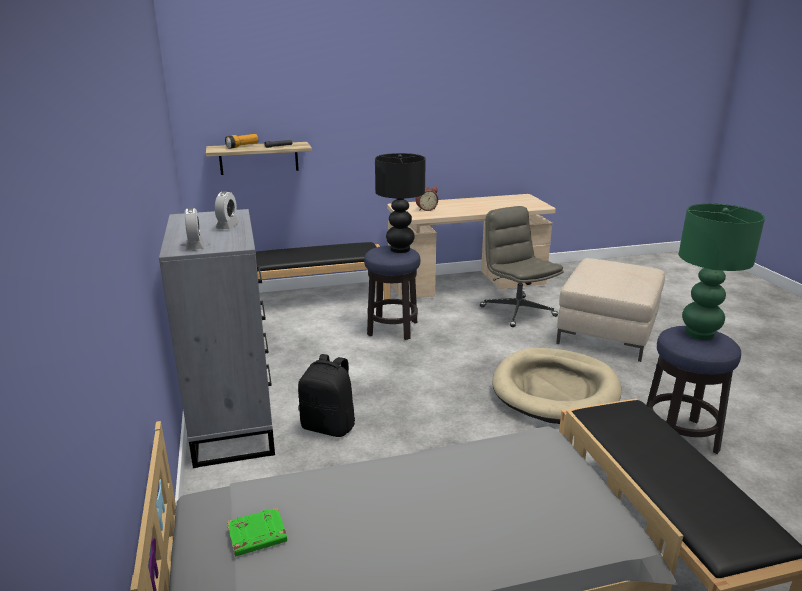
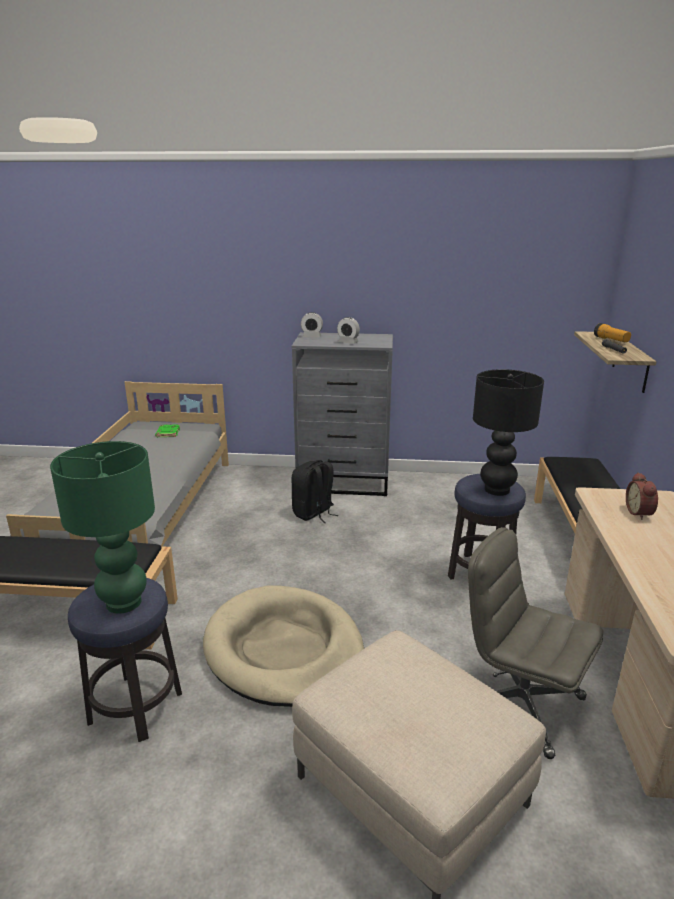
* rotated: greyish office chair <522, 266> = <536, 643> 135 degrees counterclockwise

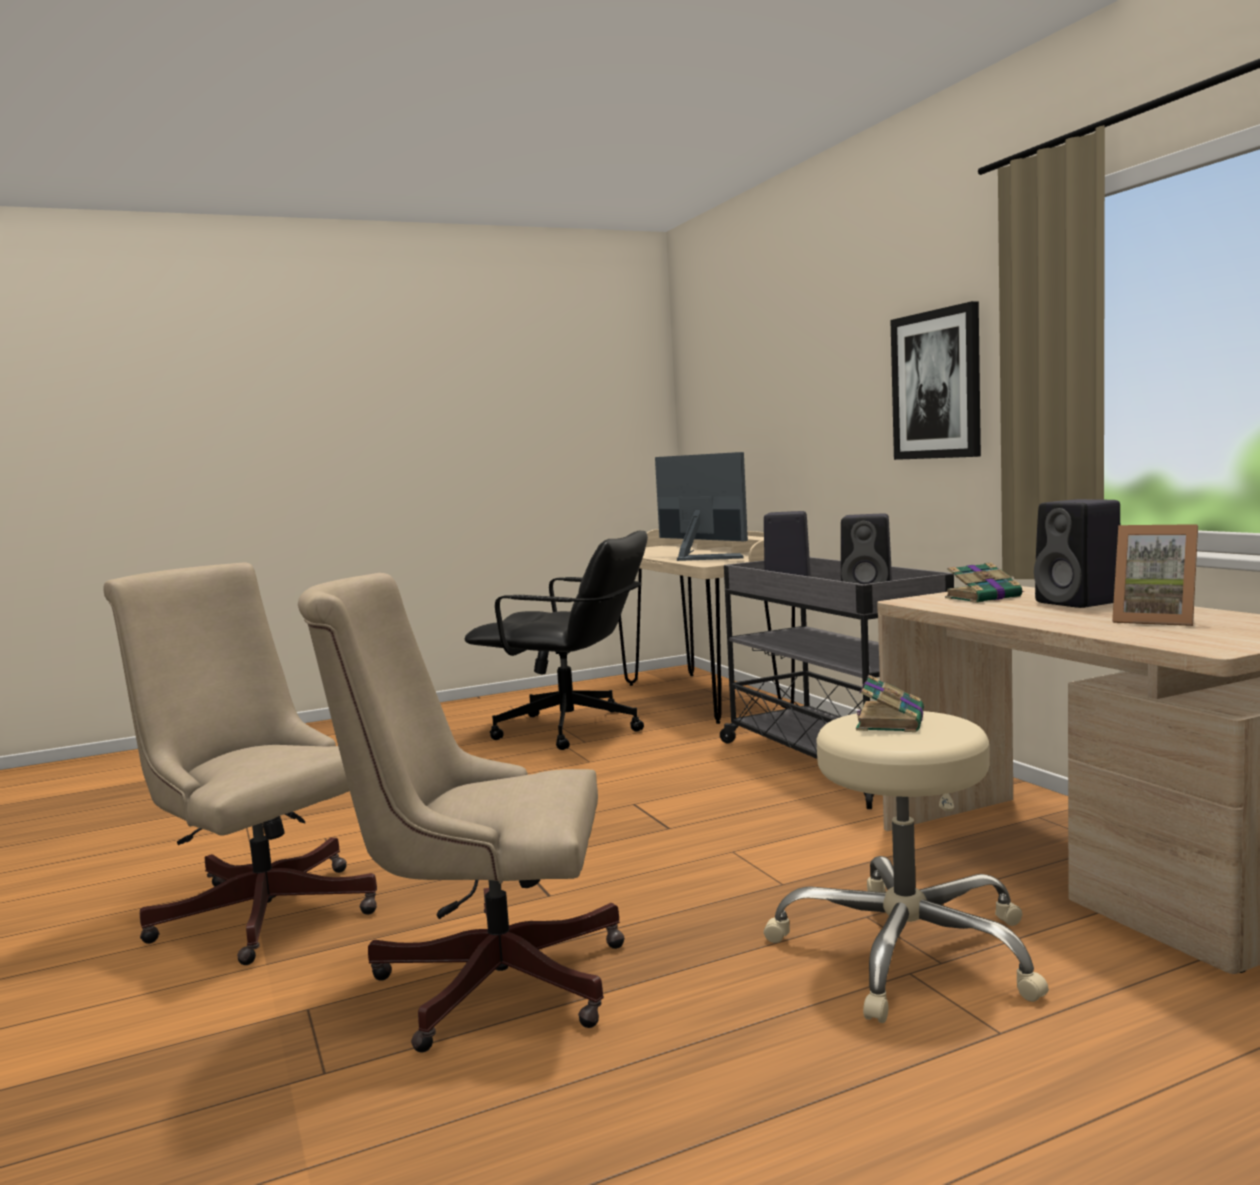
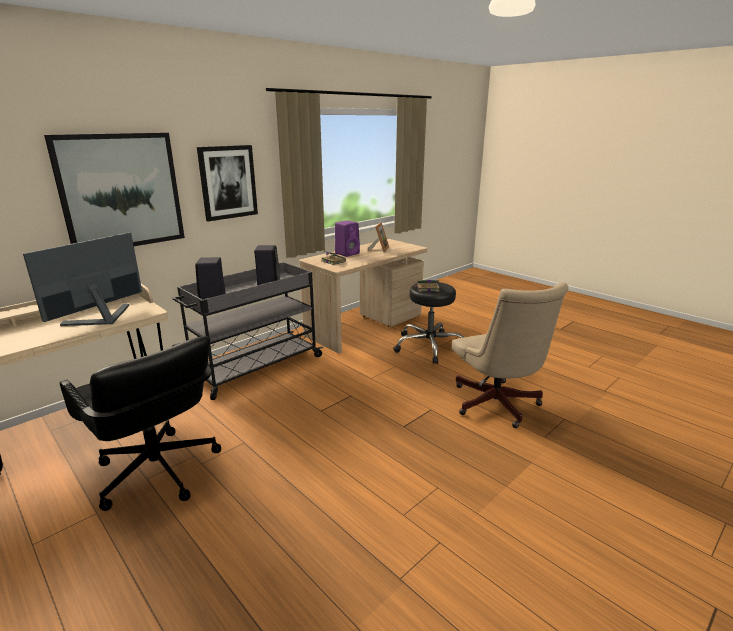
* repainted: black-coloured speaker <1077, 553> to purple-coloured speaker <347, 238>
* rotated: black-coloured office chair <556, 640> = <140, 423> 135 degrees clockwise
* gone: beige office chair <240, 763>
* repainted: beige stool seat <906, 867> to black-coloured stool seat <428, 323>
* new: picture <114, 189>

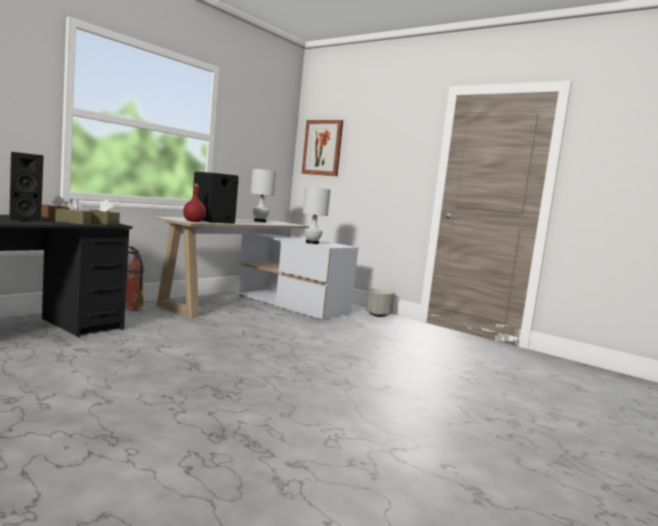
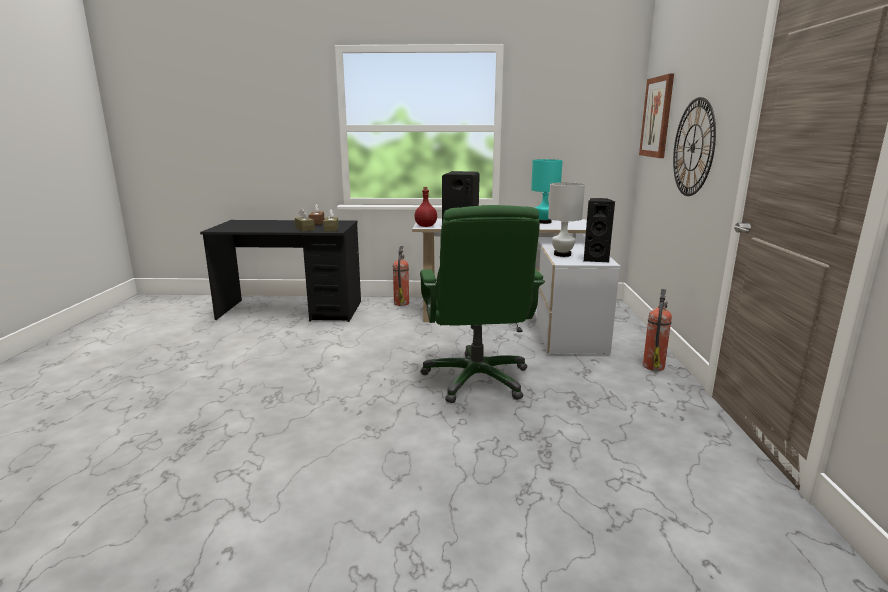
* shifted: black-coloured speaker <26, 186> to <599, 230>
* repainted: white lamp for a table <264, 195> to turquoise-coloured lamp for a table <547, 191>
* swapped: greyish plant pot <380, 302> to fire extinguisher <657, 330>
* new: clock on the wall <694, 146>
* new: green office chair <482, 304>

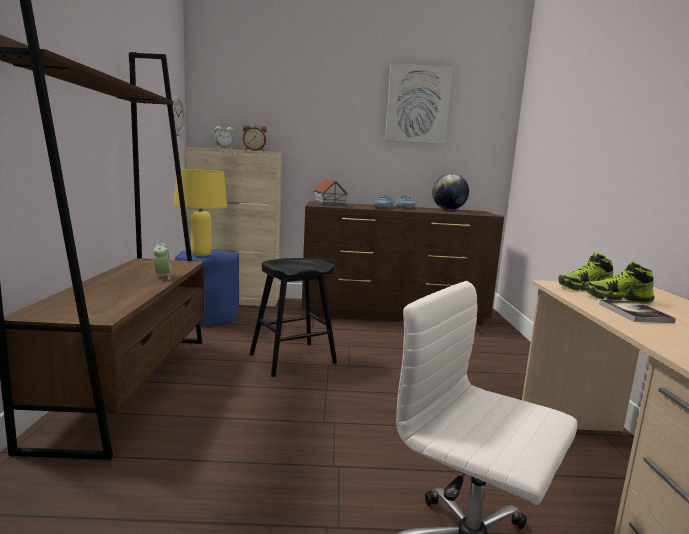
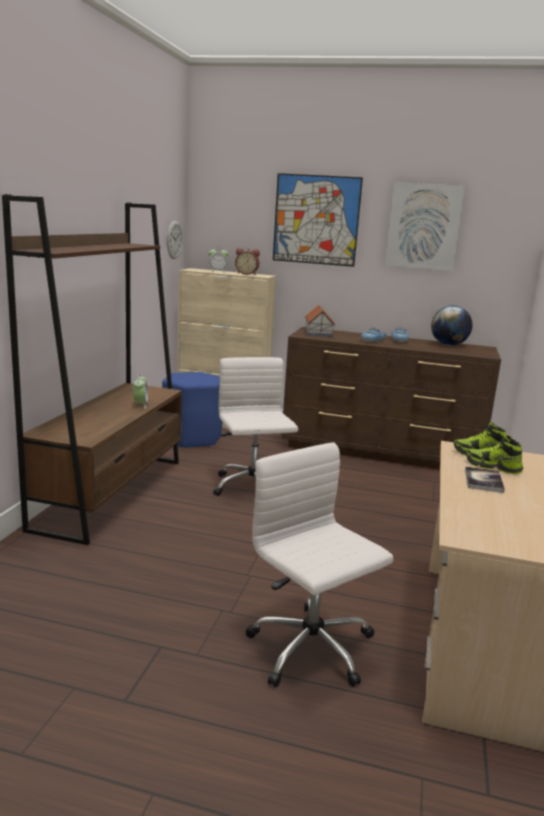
* gone: yellowish lamp for a table <200, 212>
* swapped: black-coloured stool seat <293, 317> to white office chair <255, 426>
* new: picture <318, 220>

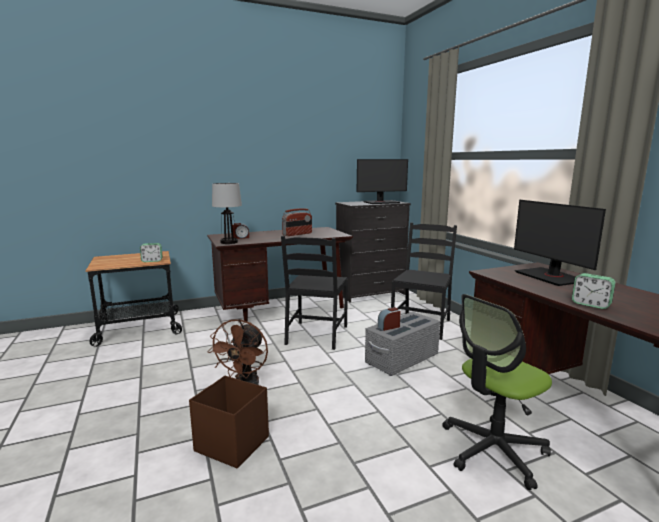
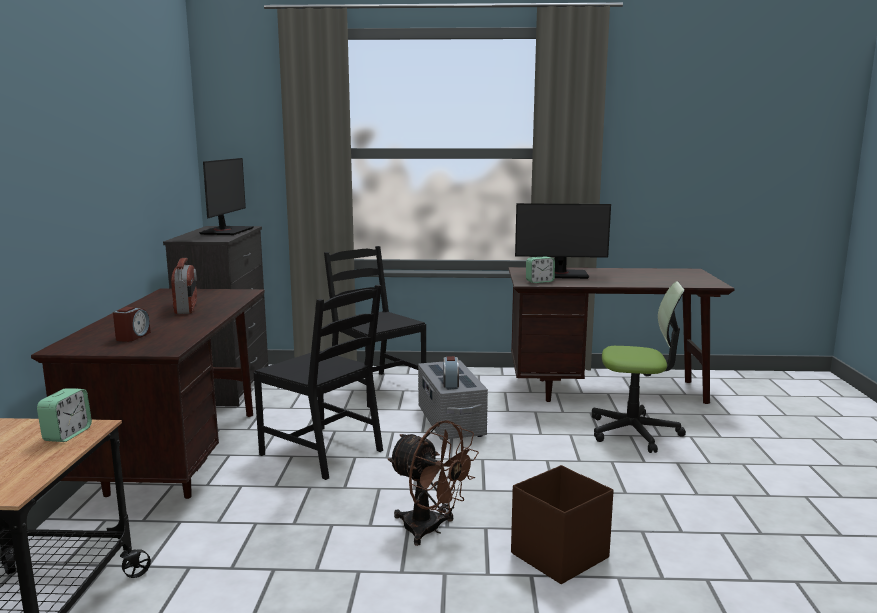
* gone: lamp for a table <227, 213>
* shifted: bedside clock <594, 291> to <540, 269>
* rotated: office chair <497, 392> = <639, 367> 75 degrees counterclockwise

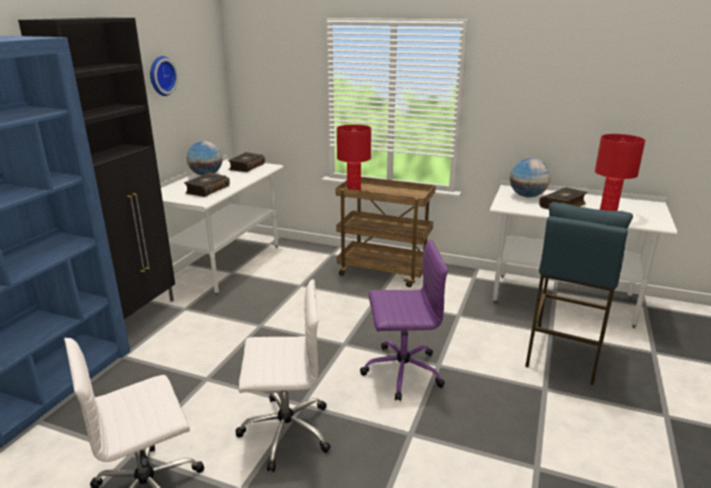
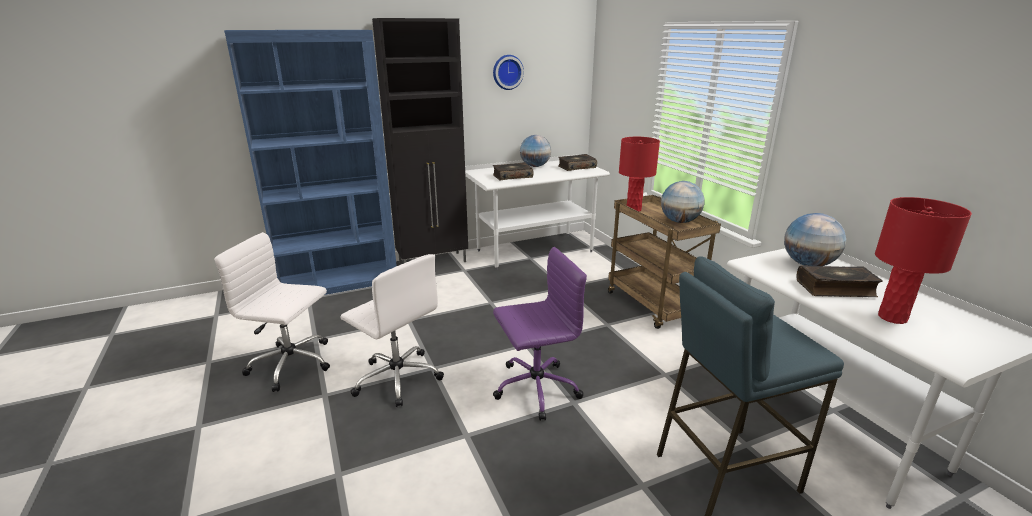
* rotated: purple-coloured office chair <404, 320> = <540, 334> 60 degrees counterclockwise
* new: globe <683, 202>

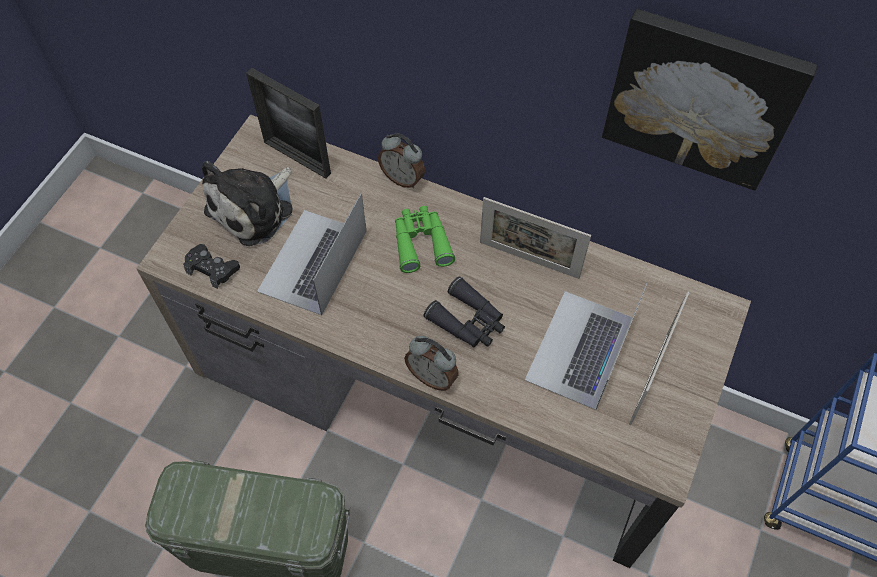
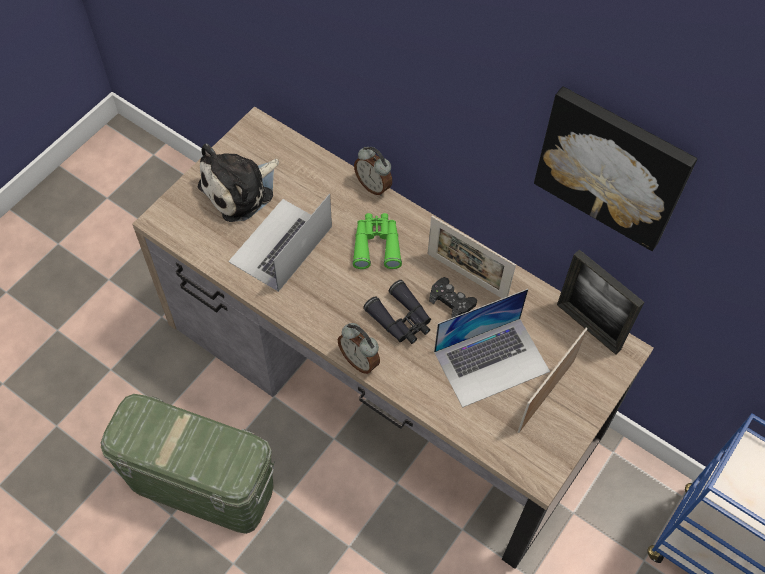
* shifted: picture frame <288, 123> to <600, 302>
* shifted: black-coloured joypad <211, 266> to <453, 297>
* rotated: portable computer <586, 346> = <492, 348> 150 degrees counterclockwise

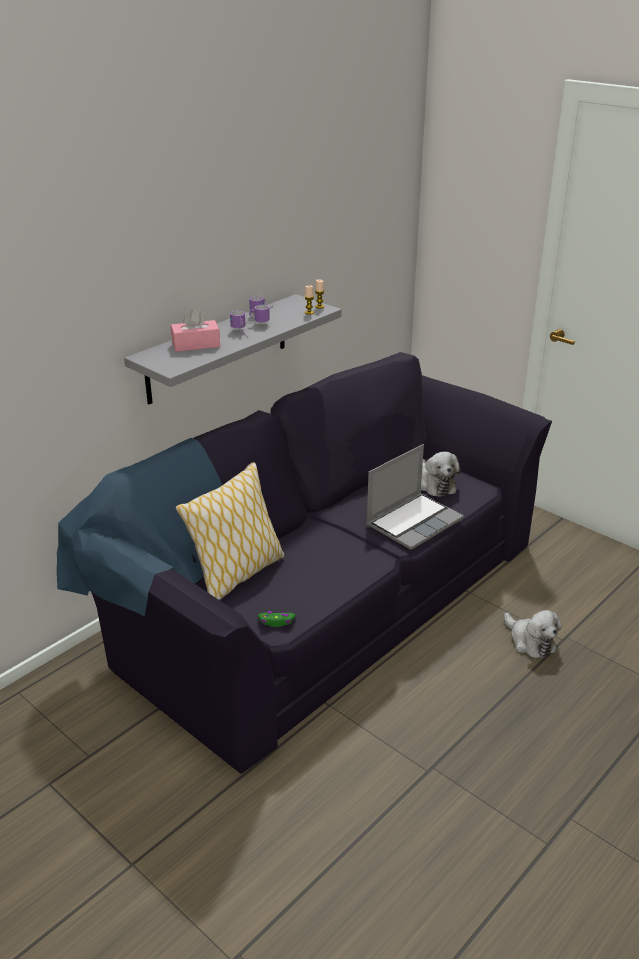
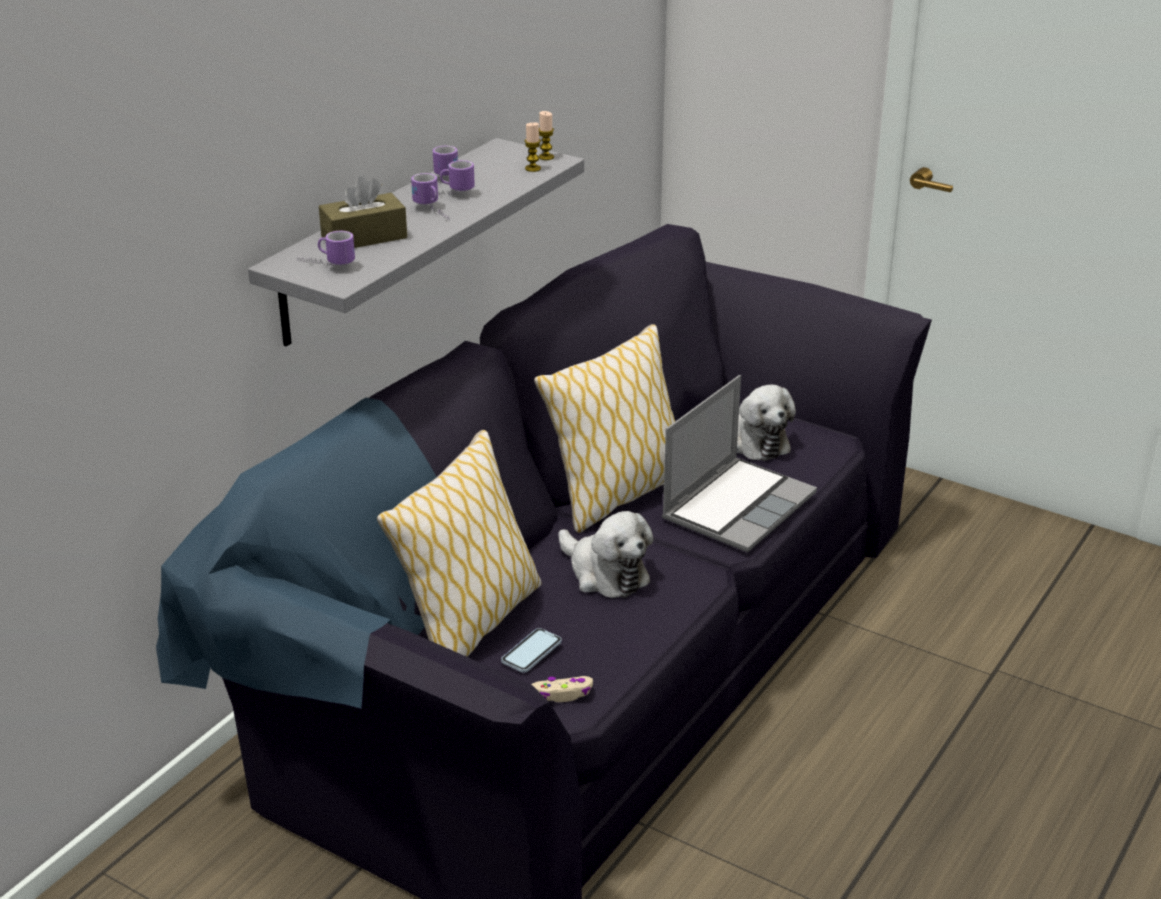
* repainted: pink-coloured tissue box <195, 330> to brown-coloured tissue box <363, 212>
* shifted: soft toy <533, 634> to <606, 554>
* repainted: green joypad <276, 619> to beige joypad <562, 689>
* new: coffee mug <326, 249>
* new: cushion <604, 428>
* new: phone <531, 650>

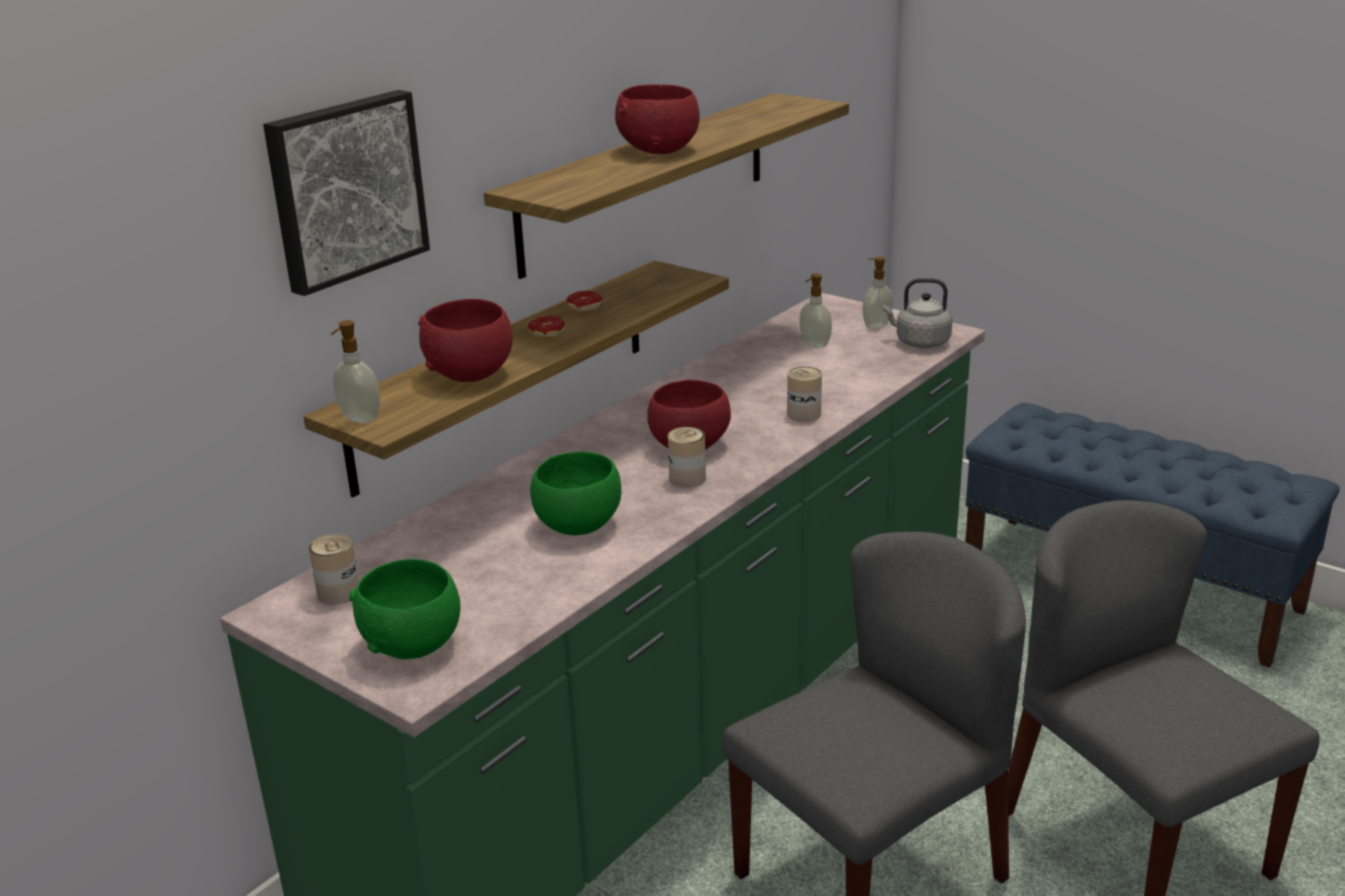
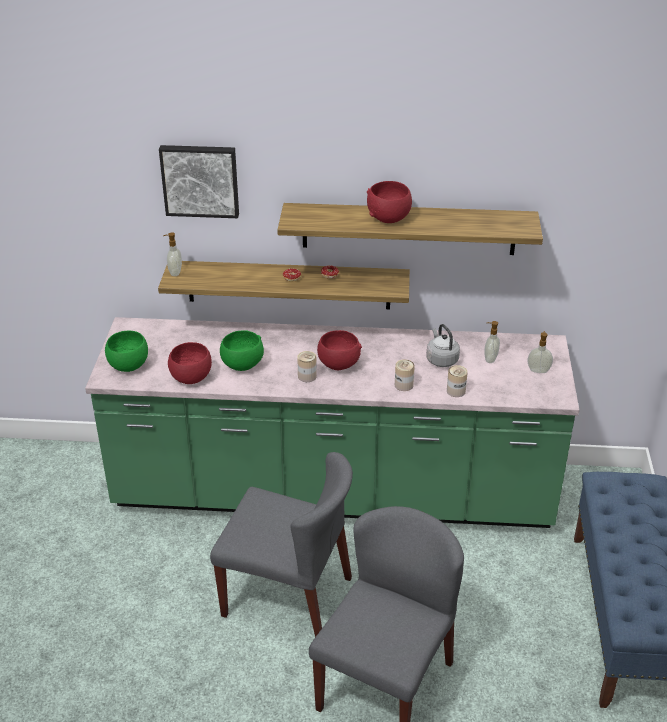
* shifted: greyish water kettle <917, 313> to <443, 345>
* shifted: red serving bowl <465, 340> to <190, 363>
* shifted: metal can <334, 569> to <457, 381>

